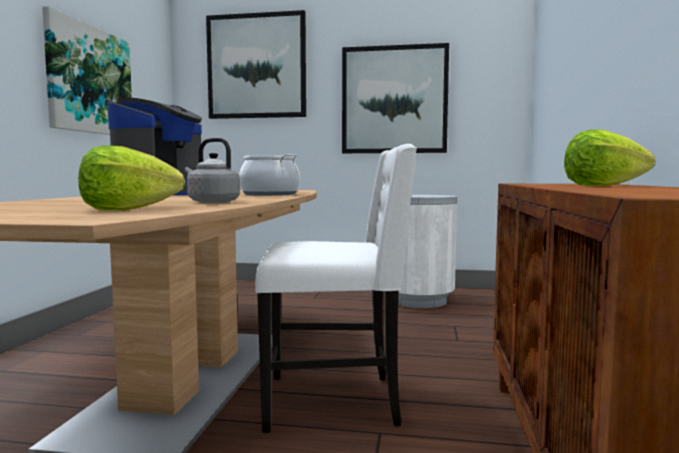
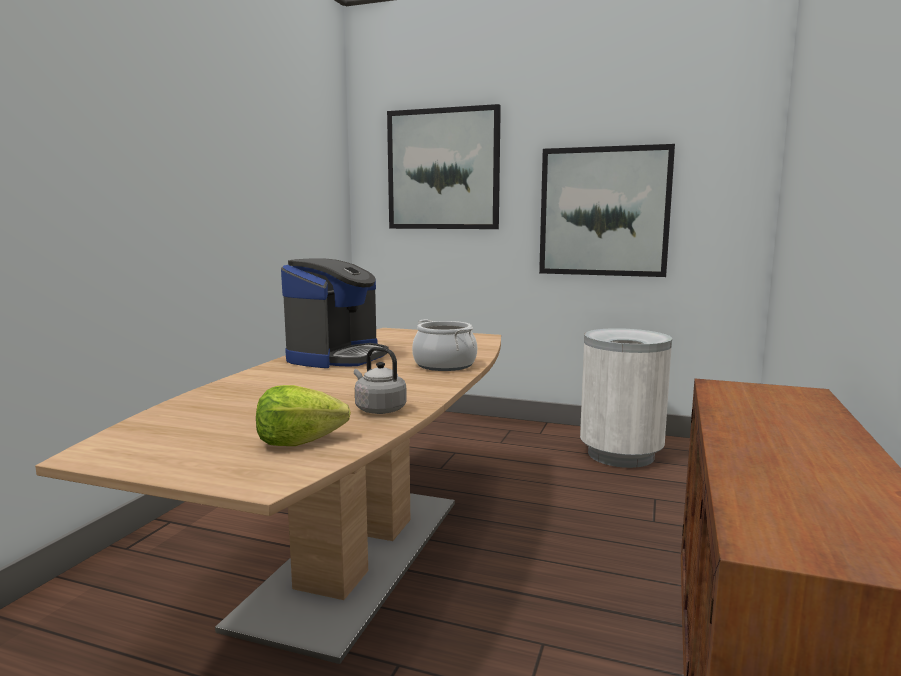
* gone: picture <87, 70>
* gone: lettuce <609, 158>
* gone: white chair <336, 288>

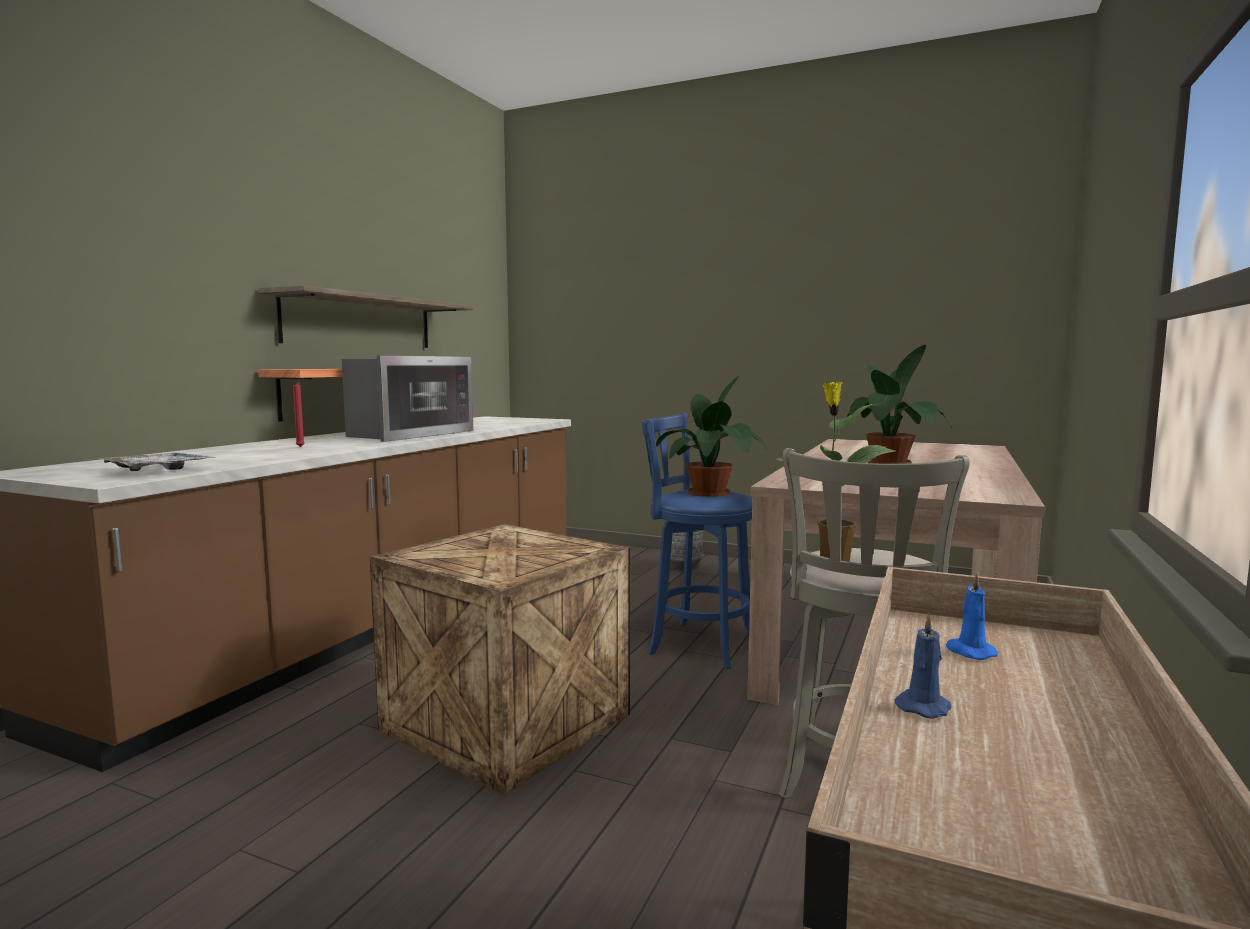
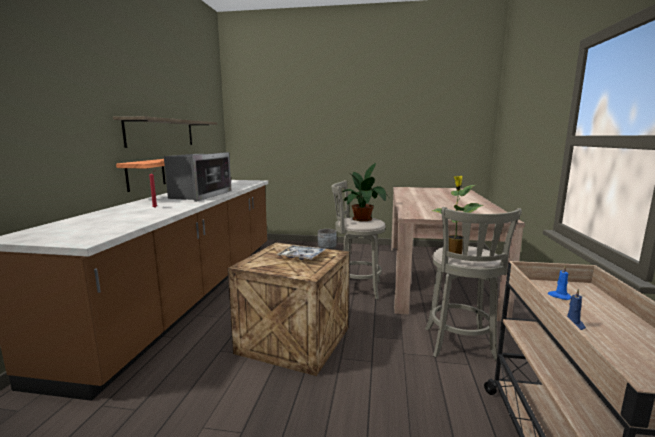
* gone: potted plant <899, 404>
* repainted: bluish stool seat <696, 541> to greyish stool seat <359, 240>
* shifted: serving tray <157, 462> to <300, 252>

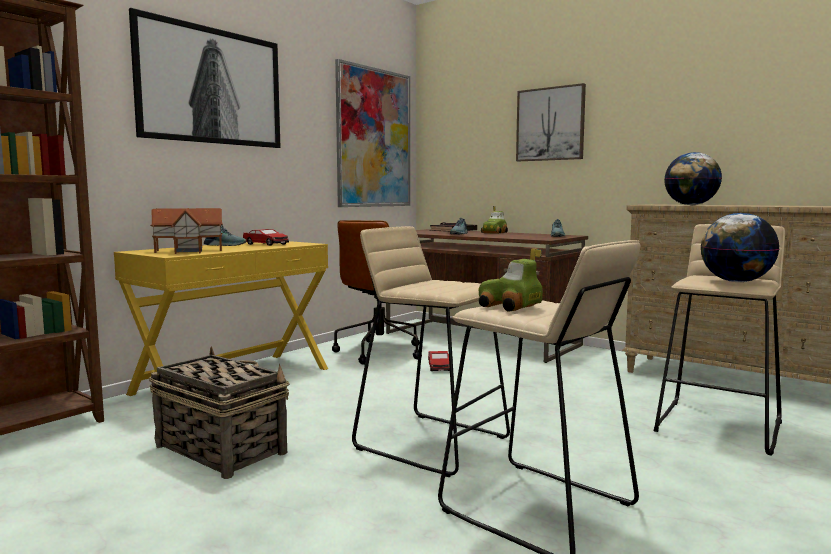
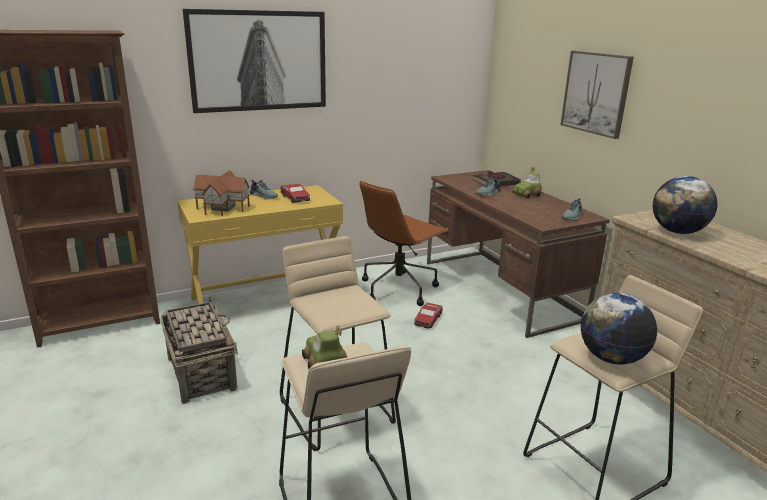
* gone: picture <372, 133>

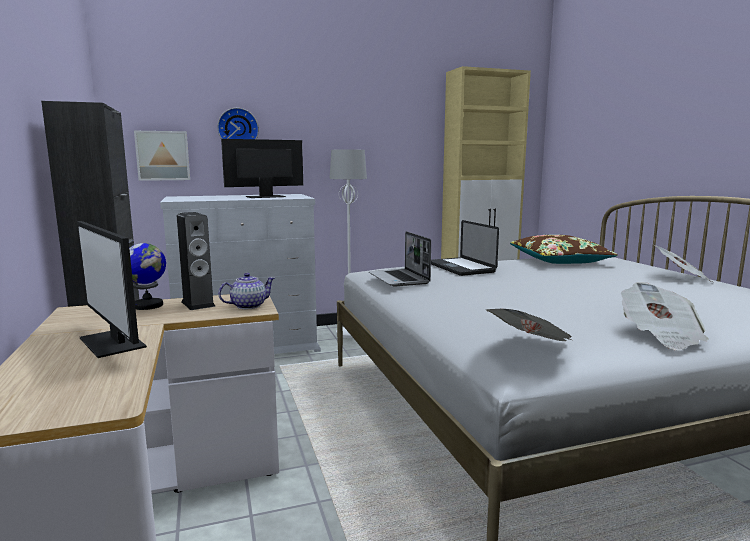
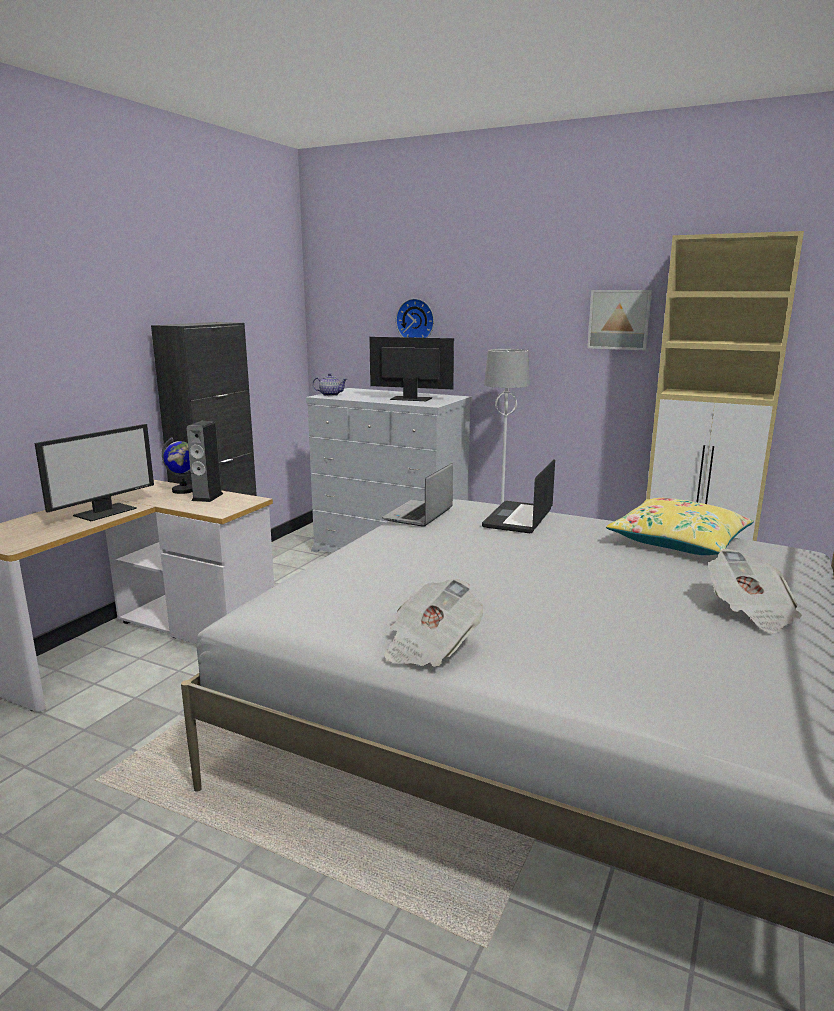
* shifted: picture <162, 156> to <619, 320>
* rotated: monitor <112, 289> = <94, 472> 150 degrees counterclockwise
* repainted: brown-coloured cushion <564, 249> to yellowish cushion <680, 526>
* shifted: pot for tea <246, 291> to <330, 384>
* gone: printed paper <529, 325>

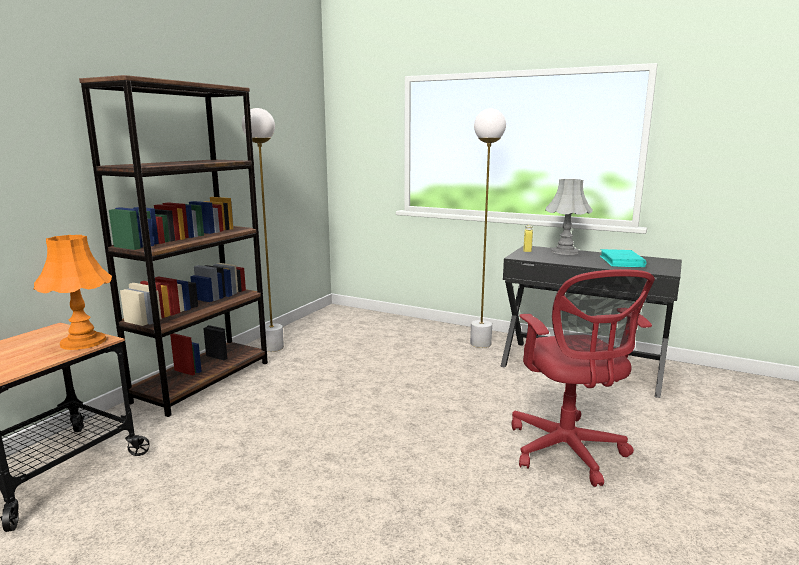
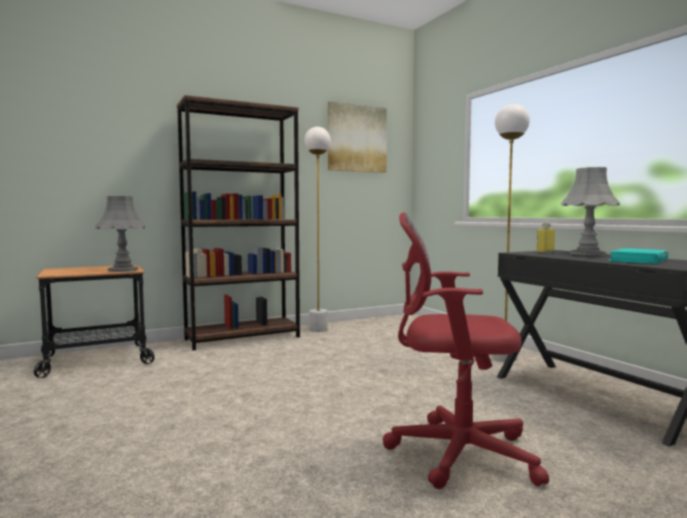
* repainted: orange-coloured lamp for a table <72, 292> to greyish lamp for a table <120, 234>
* rotated: red office chair <583, 378> = <466, 350> 75 degrees clockwise
* new: picture <357, 137>

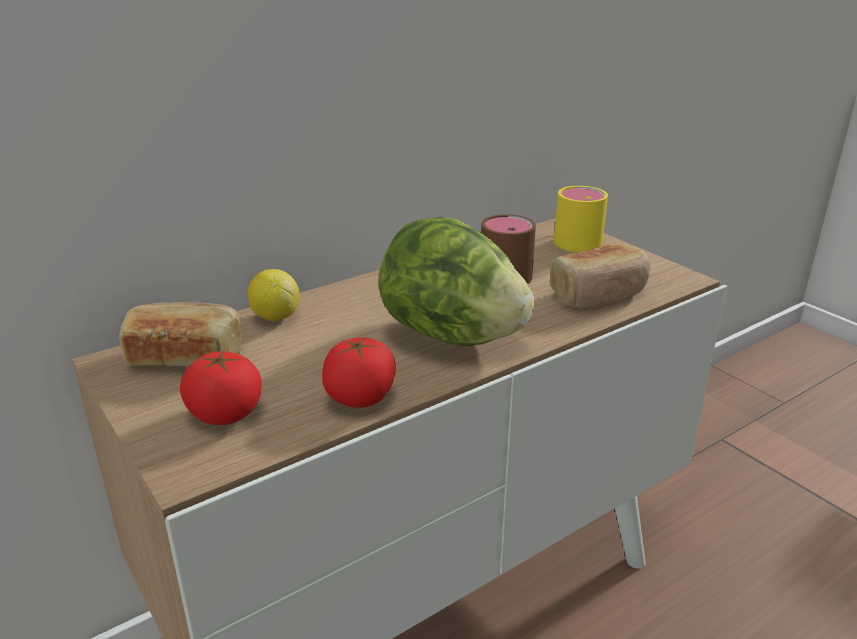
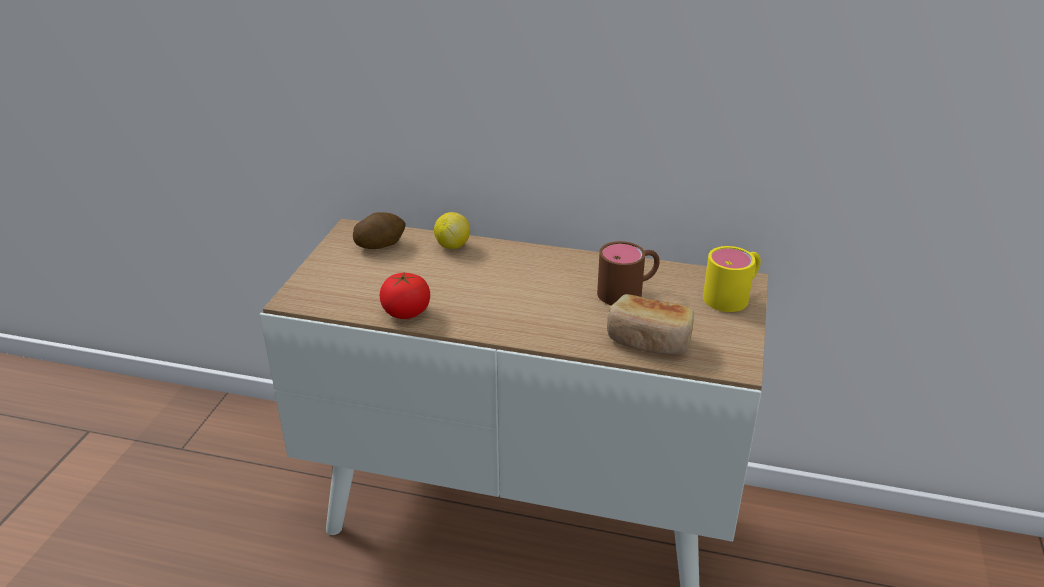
* gone: lettuce <456, 281>
* swapped: baked bread <180, 334> to potato <379, 230>
* gone: fresh tomato <221, 388>

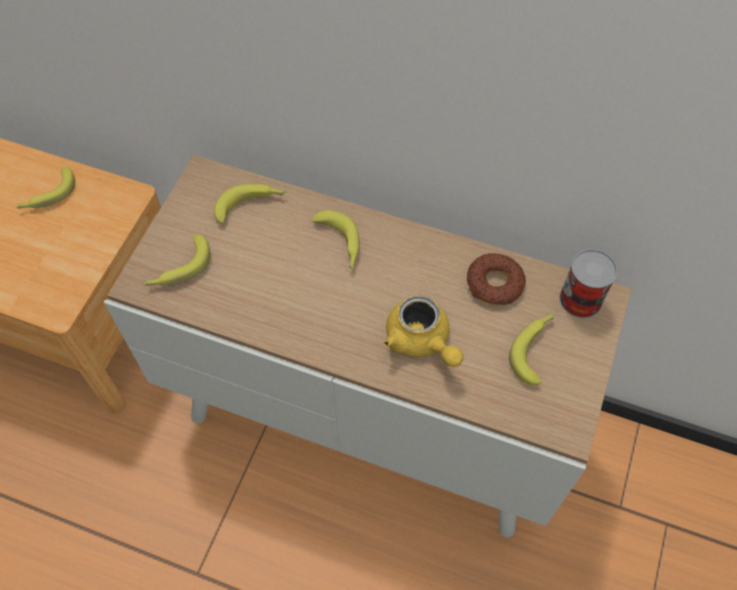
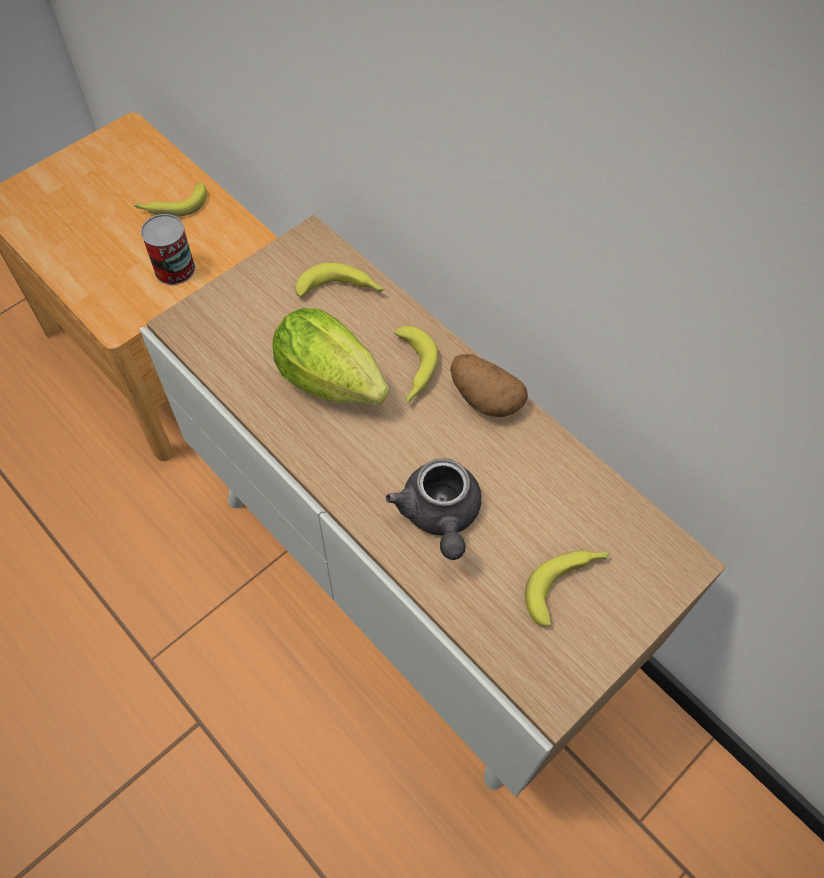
* gone: banana fruit <177, 260>
* shifted: metal can <588, 283> to <168, 249>
* gone: donut <496, 279>
* repainted: yellowish pot for tea <423, 331> to greyish pot for tea <433, 509>
* new: lettuce <330, 356>
* new: potato <489, 385>

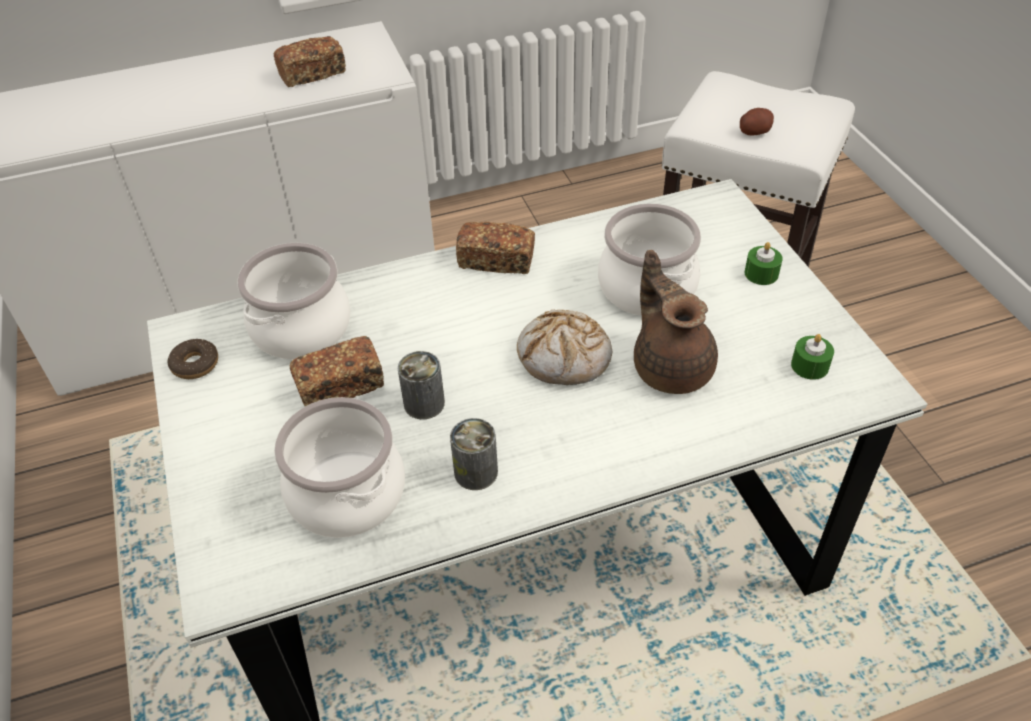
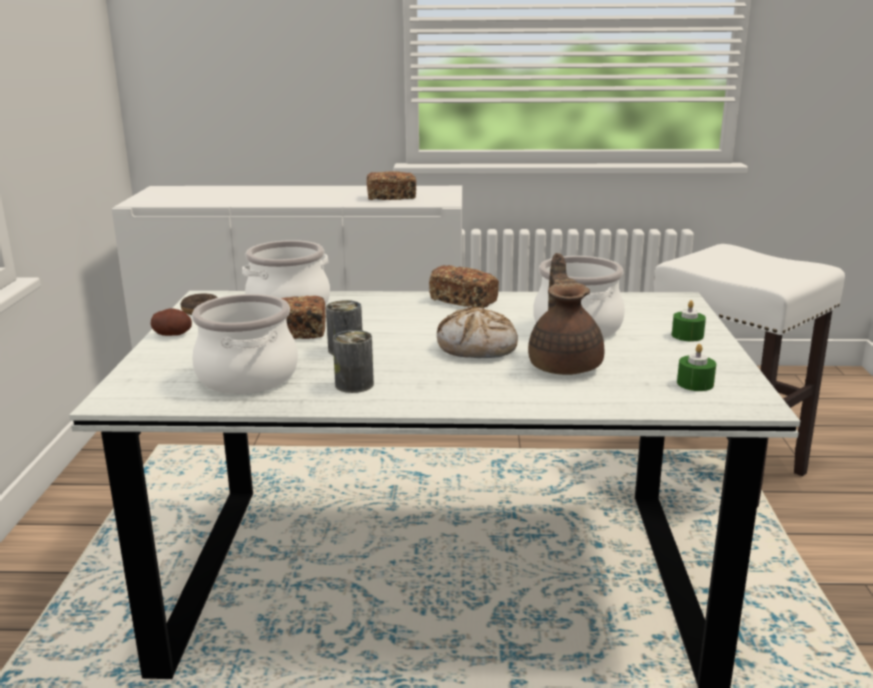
* shifted: potato <757, 121> to <171, 322>

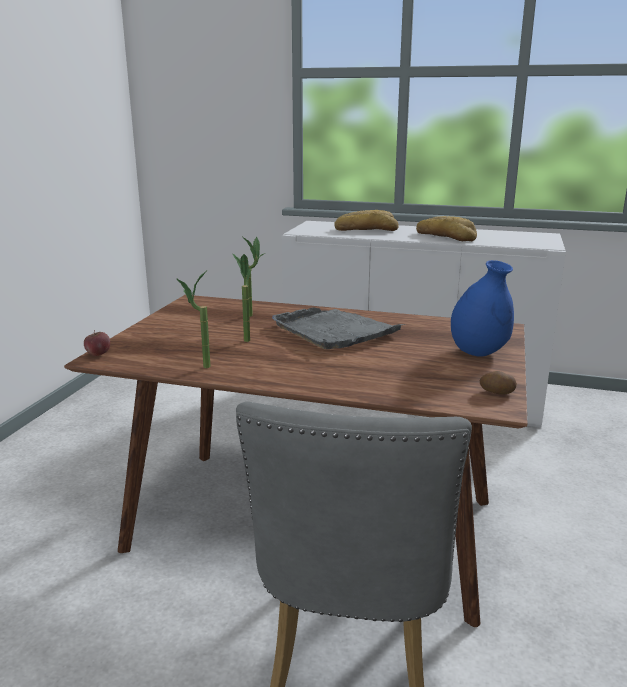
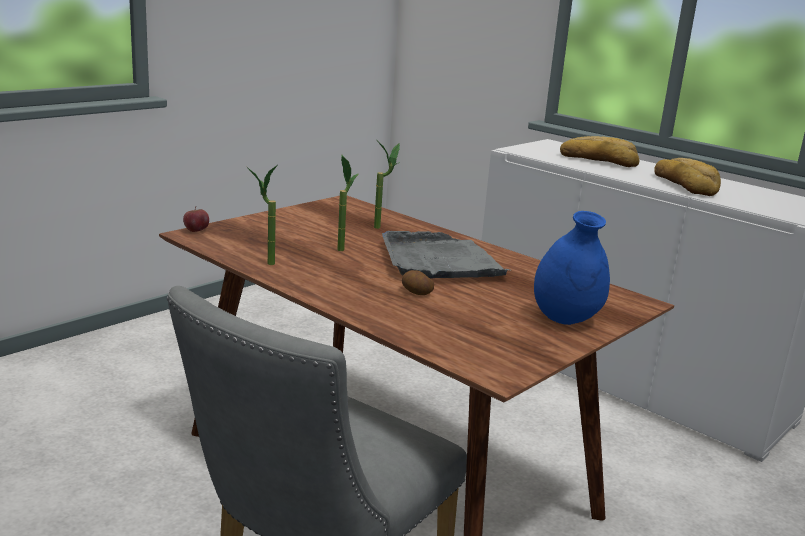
* shifted: potato <498, 383> to <418, 282>

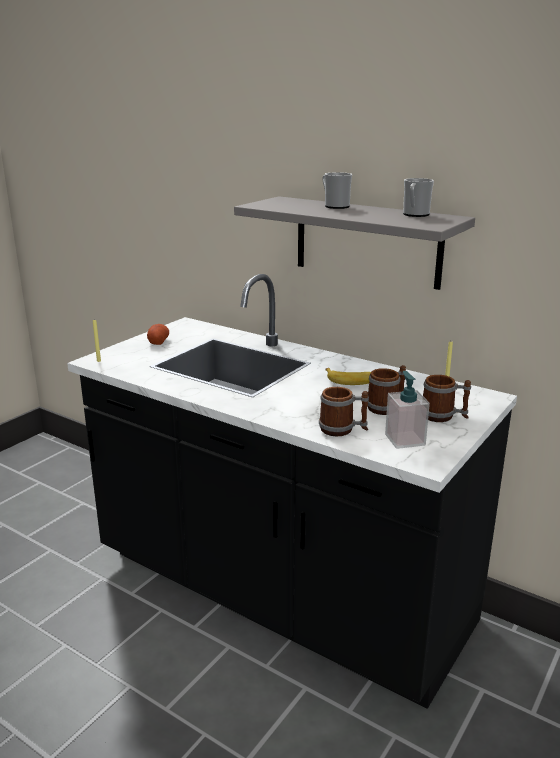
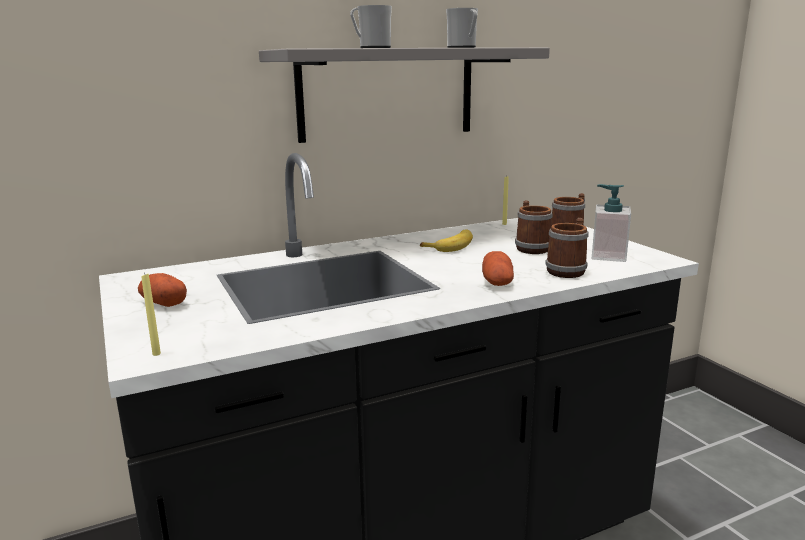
* new: potato <498, 268>

